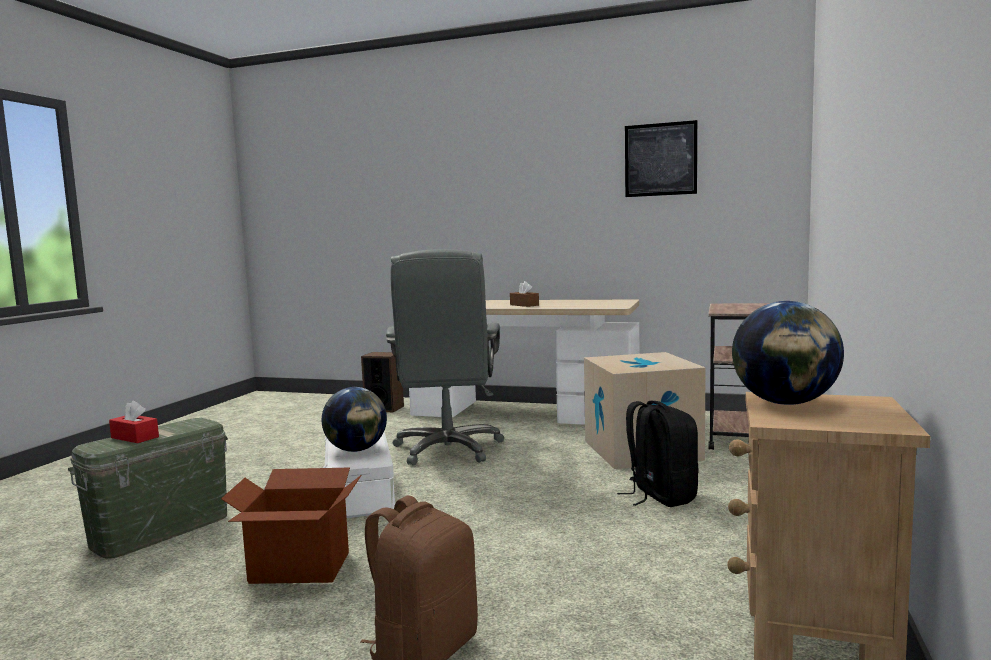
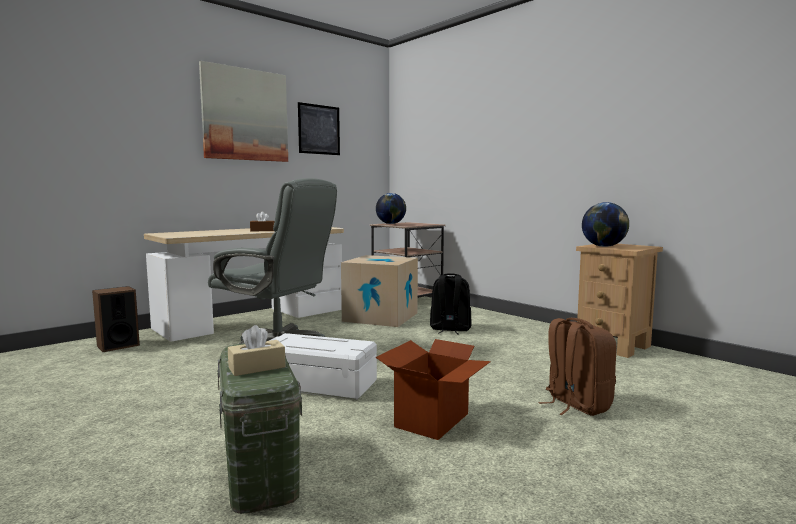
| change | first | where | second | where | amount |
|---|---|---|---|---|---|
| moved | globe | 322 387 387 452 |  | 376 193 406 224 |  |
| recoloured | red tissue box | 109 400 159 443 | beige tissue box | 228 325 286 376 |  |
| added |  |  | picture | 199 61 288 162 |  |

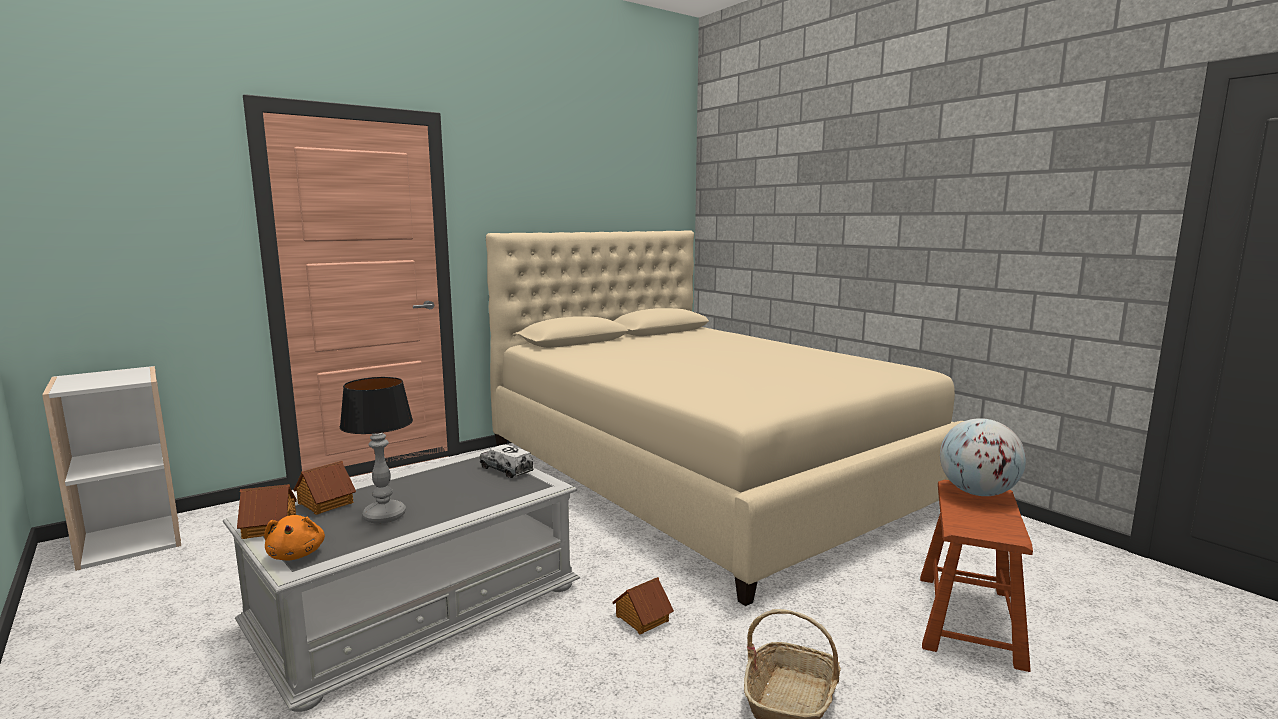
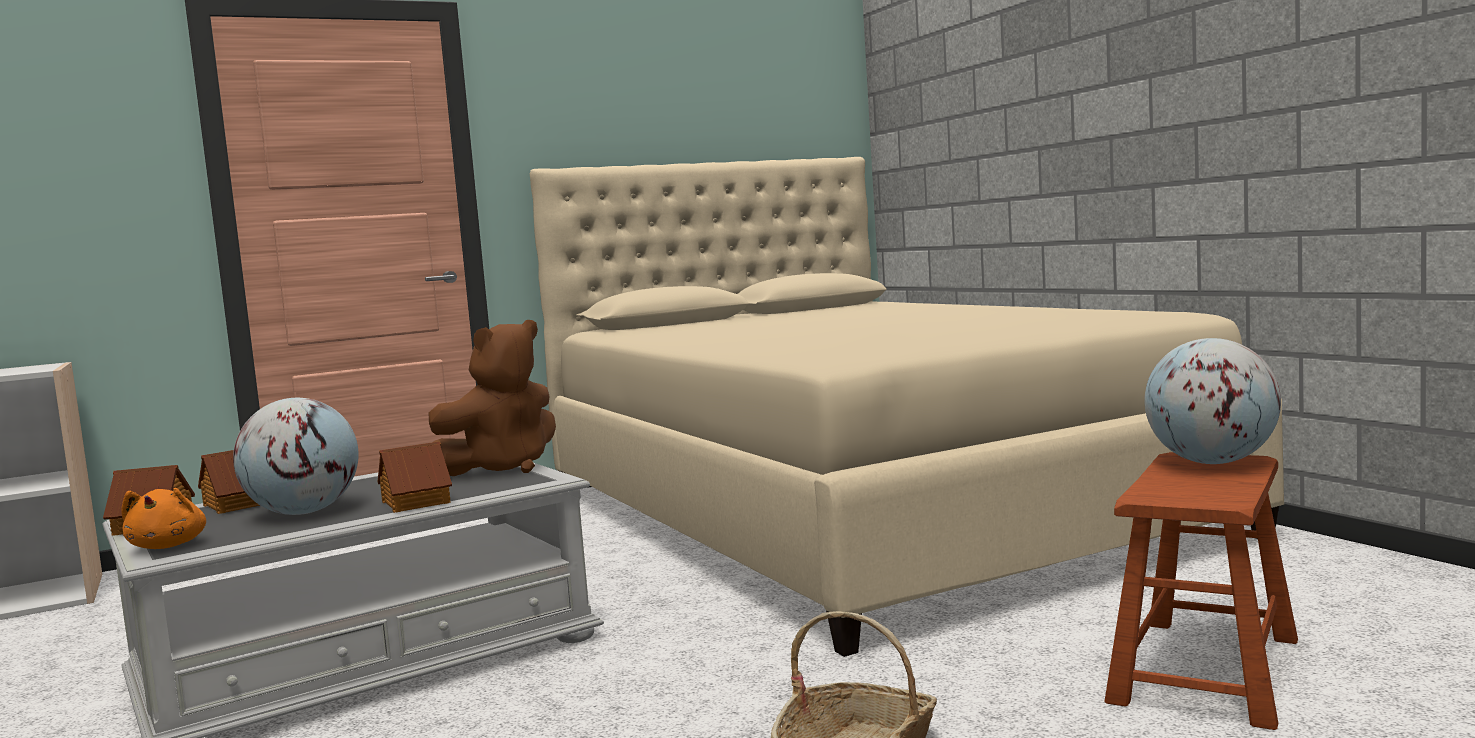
| change | first | where | second | where | amount |
|---|---|---|---|---|---|
| replaced | table lamp | 340 377 413 524 | globe | 233 398 359 515 |  |
| replaced | toy truck | 480 444 534 478 | brown plush toy | 428 320 556 476 |  |
| moved | toy house | 612 577 674 634 |  | 378 441 452 513 |  |

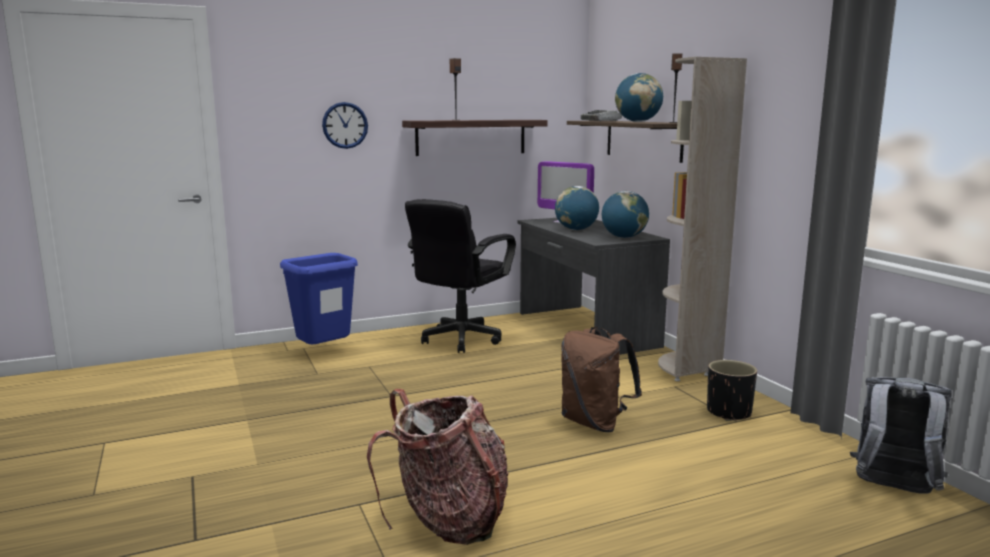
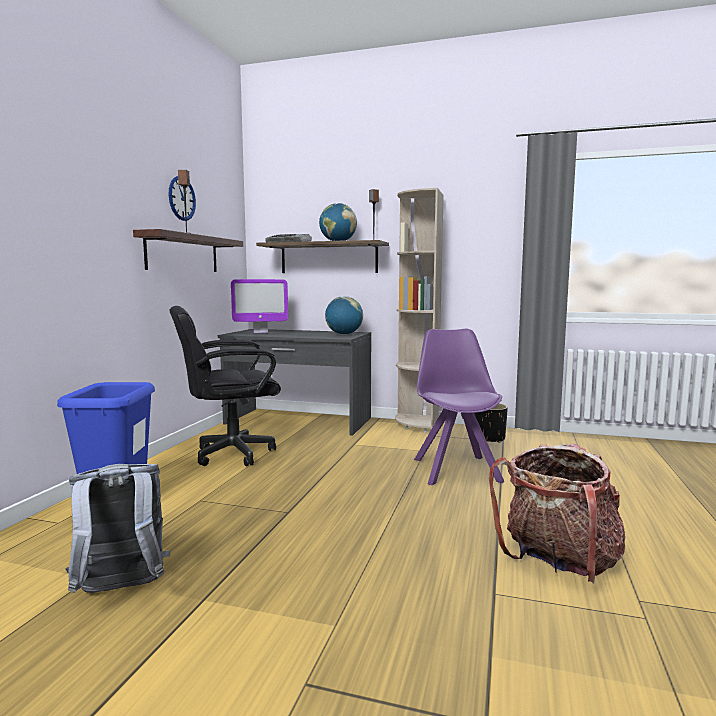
| change | first | where | second | where | amount |
|---|---|---|---|---|---|
| moved | wall clock | 322 102 368 149 |  | 168 176 196 221 |  |
| removed | globe | 555 186 599 230 |  |  |  |
| turned | black office chair | 405 199 516 353 |  | 169 306 281 466 | 90 degrees clockwise |
| replaced | brown backpack | 561 327 642 432 | purple chair | 414 328 504 485 |  |
| moved | grey backpack | 850 377 952 494 |  | 65 464 170 593 |  |

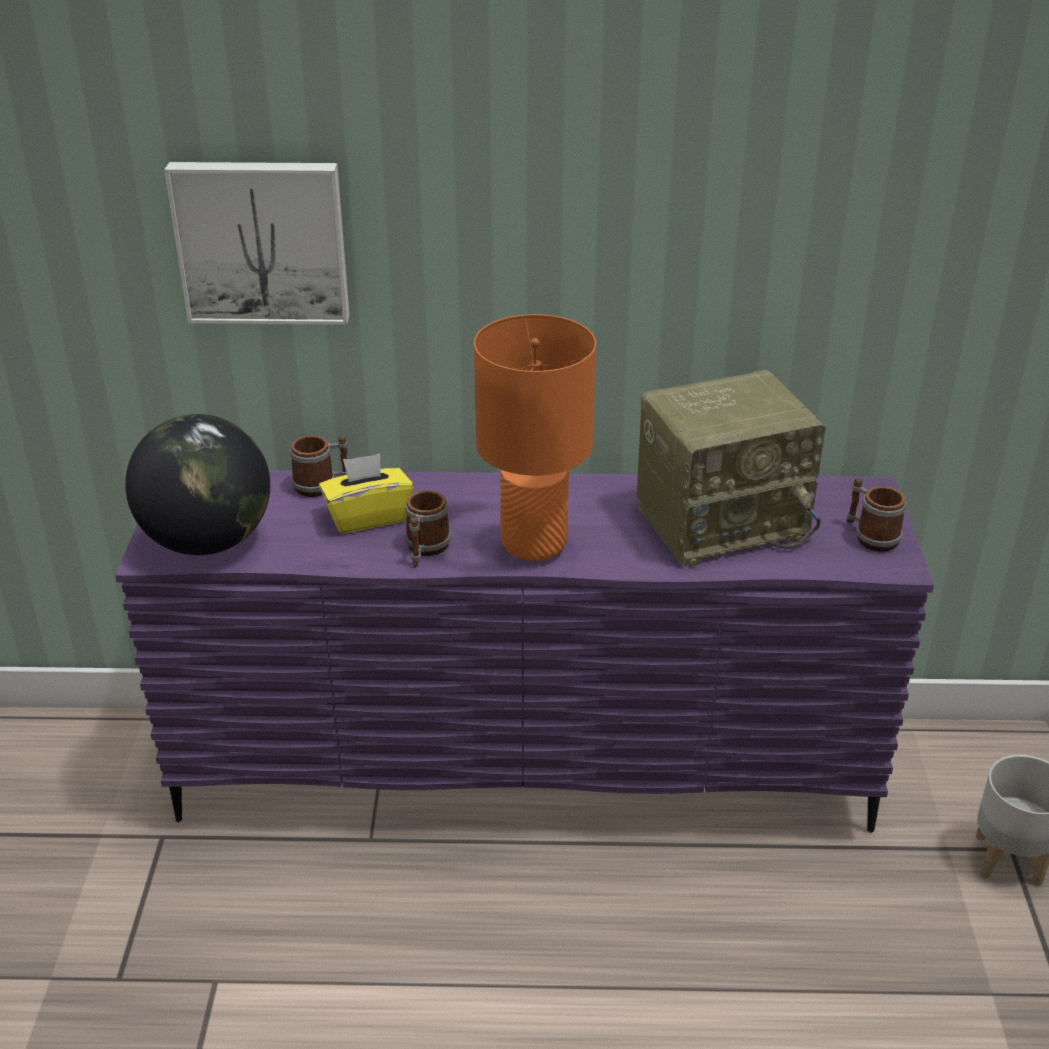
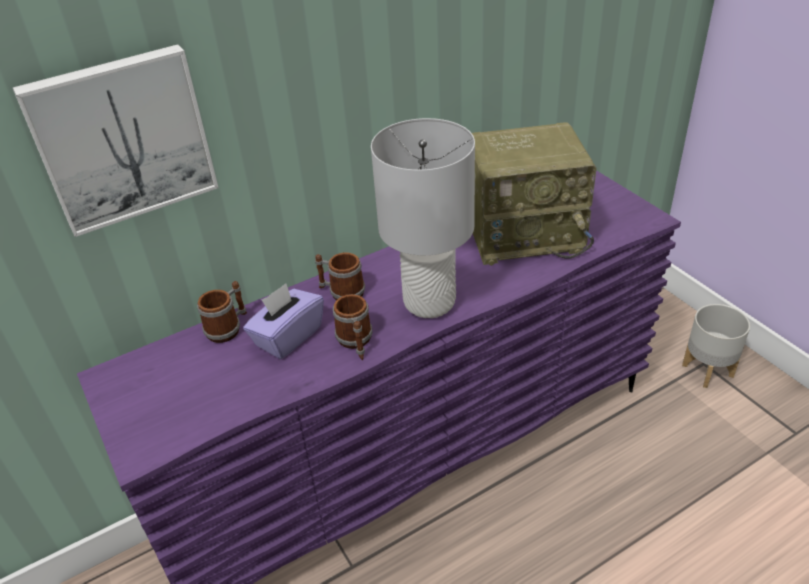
| change | first | where | second | where | amount |
|---|---|---|---|---|---|
| recoloured | orange table lamp | 474 314 596 561 | grey table lamp | 371 118 475 318 |  |
| turned | radio | 637 370 826 567 |  | 472 122 597 266 | 45 degrees clockwise |
| removed | globe | 125 414 270 555 |  |  |  |
| recoloured | yellow tissue box | 319 453 414 533 | purple tissue box | 243 283 324 359 |  |
| moved | mug | 846 478 907 552 |  | 315 252 365 300 |  |

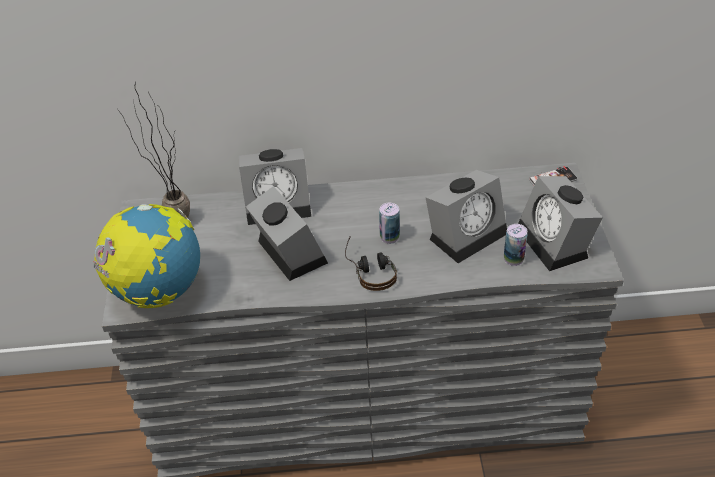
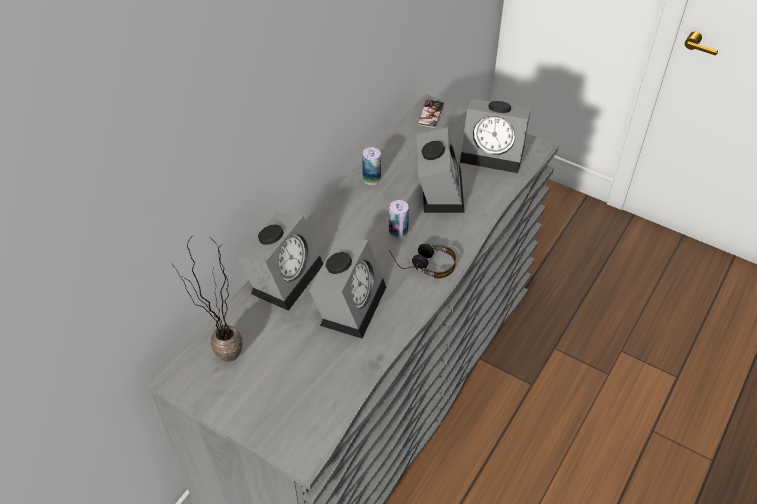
| change | first | where | second | where | amount |
|---|---|---|---|---|---|
| turned | alarm clock | 246 186 328 281 |  | 309 239 386 338 | 105 degrees clockwise |
| removed | globe | 93 204 200 308 |  |  |  |
| moved | can | 504 224 528 266 |  | 362 147 381 185 |  |

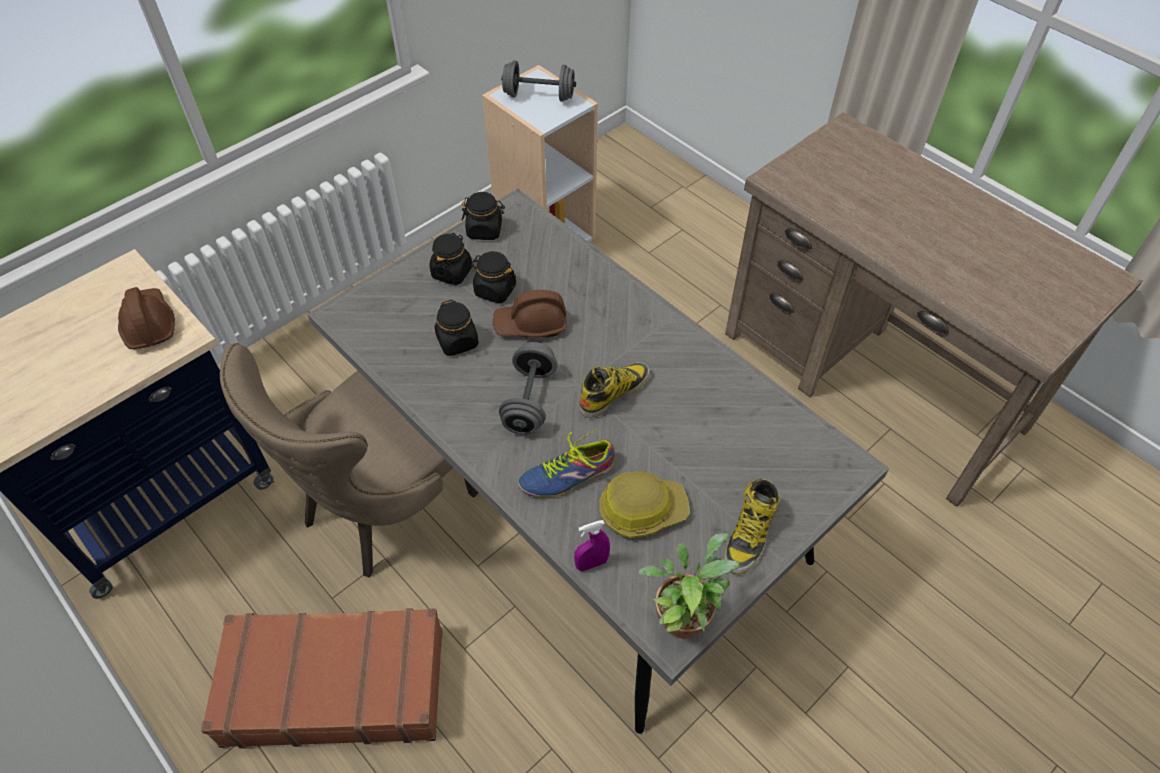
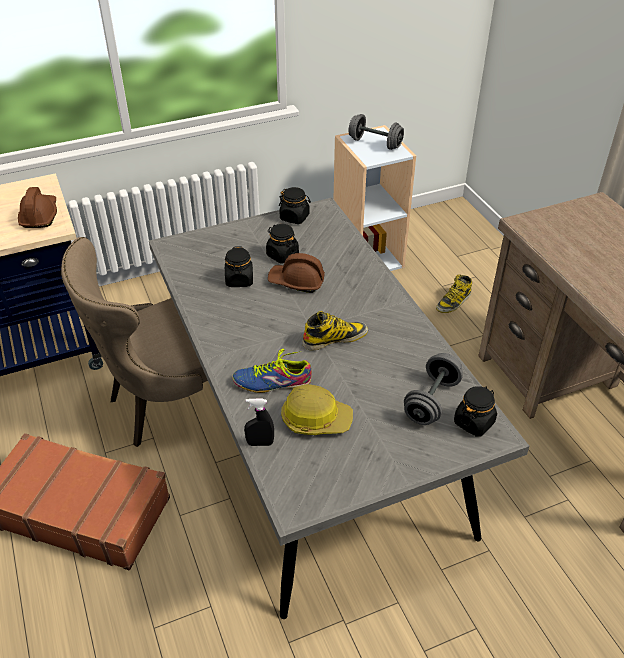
| change | first | where | second | where | amount |
|---|---|---|---|---|---|
| moved | black jar | 429 233 472 285 |  | 454 386 497 437 |  |
| moved | grey dumbbell | 499 342 557 435 |  | 404 353 463 425 |  |
| moved | boot | 723 479 780 574 |  | 436 274 472 313 |  |
| recoloured | purple spray bottle | 574 520 610 571 | black spray bottle | 244 399 274 446 |  |
| removed | potted plant | 638 533 739 638 |  |  |  |

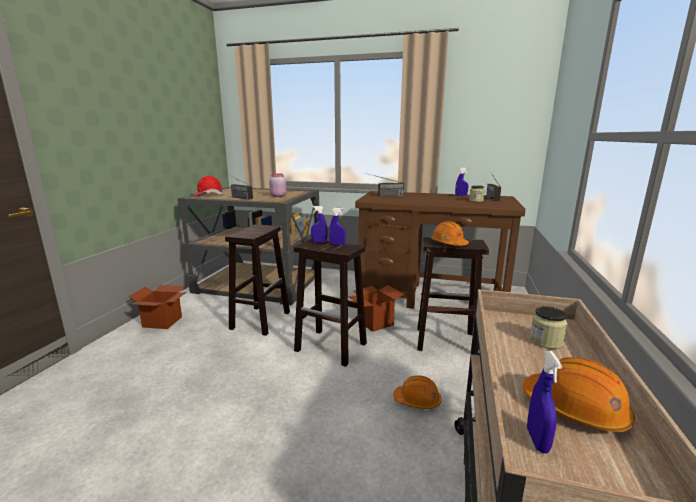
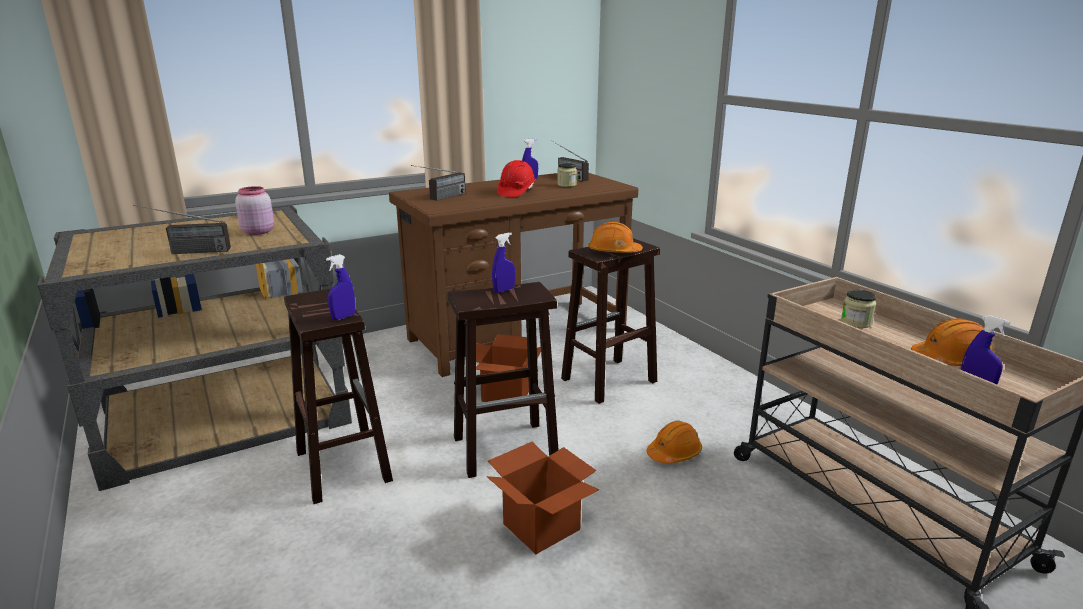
| change | first | where | second | where | amount |
|---|---|---|---|---|---|
| moved | red hard hat | 194 176 223 196 |  | 497 160 536 197 |  |
| moved | blue spray bottle | 311 206 327 242 |  | 326 254 355 320 |  |
| moved | cardboard box | 129 285 187 329 |  | 487 442 599 554 |  |

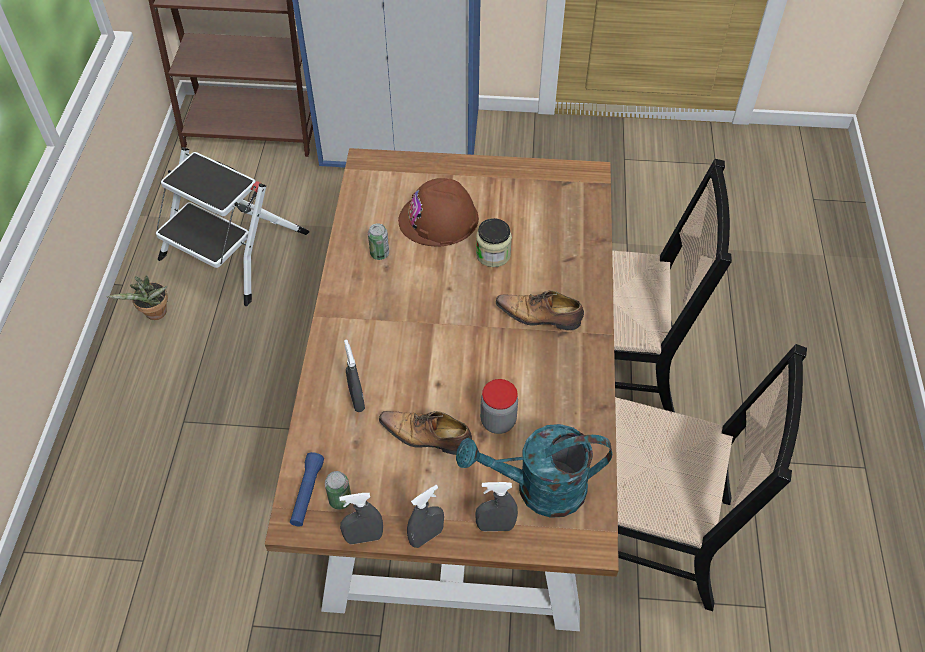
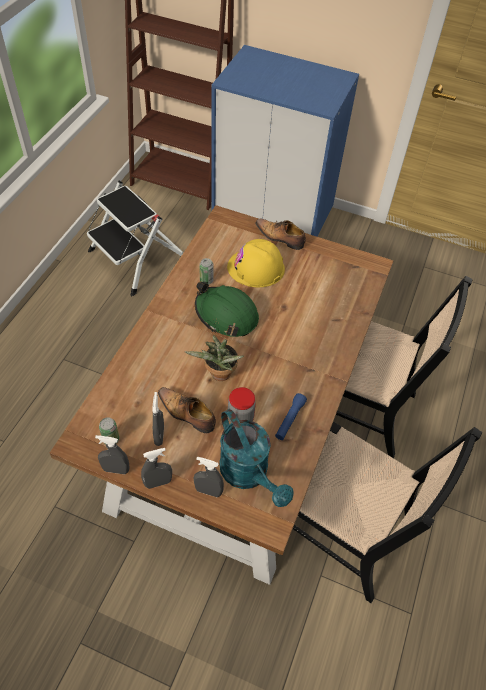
| change | first | where | second | where | amount |
|---|---|---|---|---|---|
| recoloured | brown hard hat | 398 178 479 247 | yellow hard hat | 227 239 285 287 |  |
| removed | jar | 476 218 512 267 |  |  |  |
| moved | potted plant | 106 276 168 320 |  | 185 335 244 381 |  |
| moved | shoe | 496 290 584 330 |  | 255 218 306 250 |  |
| moved | grey spray bottle | 344 340 365 412 |  | 152 392 164 446 |  |
| turned | turquoise watering can | 456 424 612 518 |  | 219 409 294 507 | 135 degrees counterclockwise |
| moved | blue flashlight | 290 452 324 526 |  | 275 393 307 440 |  |
| added |  |  | green hard hat | 195 281 259 337 |  |

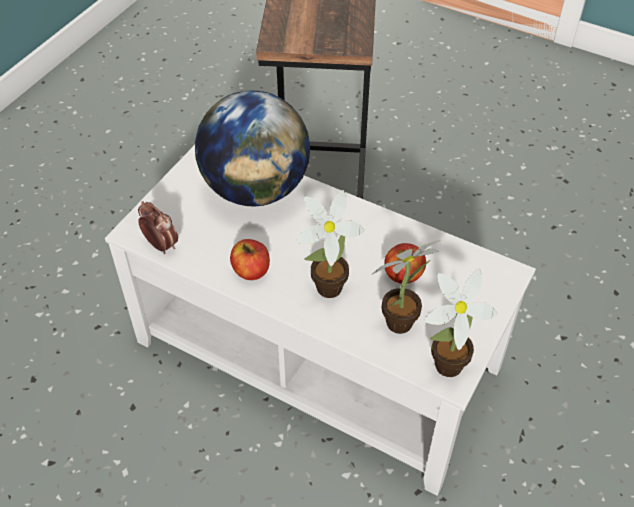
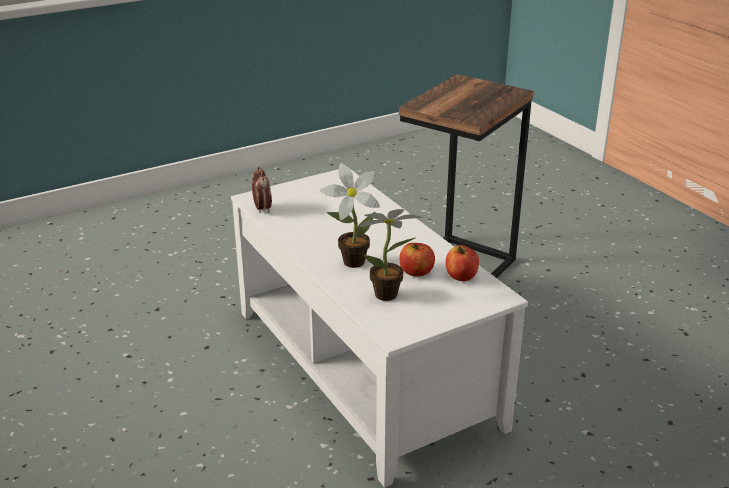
| change | first | where | second | where | amount |
|---|---|---|---|---|---|
| removed | globe | 195 90 310 207 |  |  |  |
| moved | apple | 230 239 270 280 |  | 446 245 479 281 |  |
| removed | potted plant | 424 268 498 377 |  |  |  |

